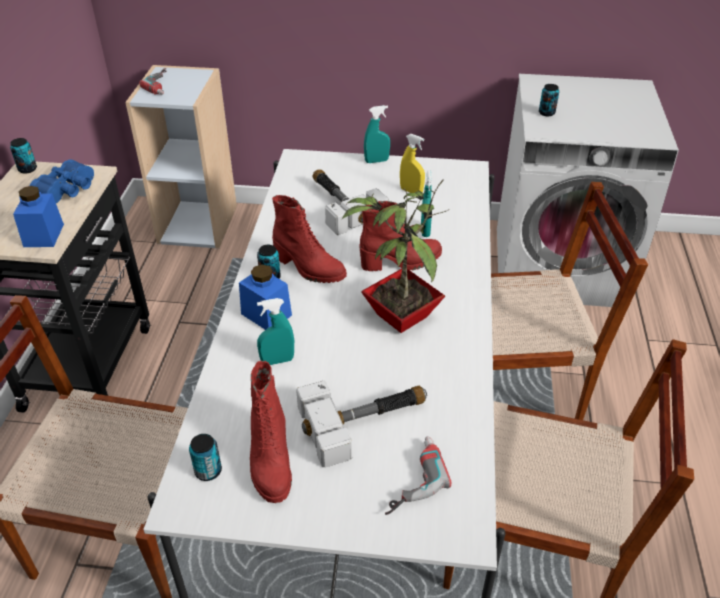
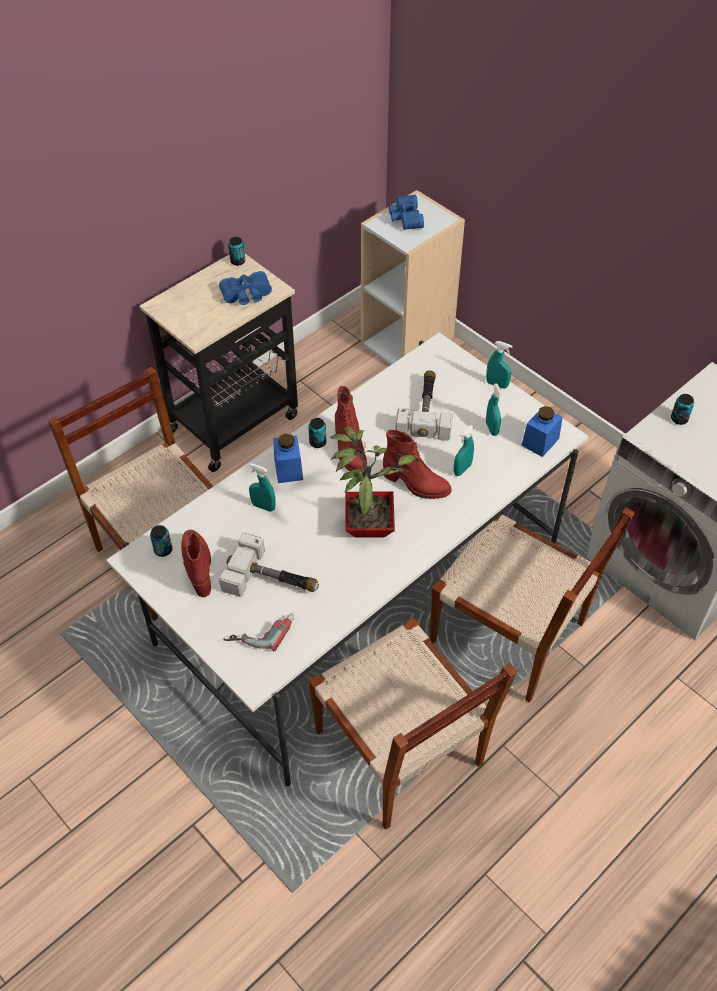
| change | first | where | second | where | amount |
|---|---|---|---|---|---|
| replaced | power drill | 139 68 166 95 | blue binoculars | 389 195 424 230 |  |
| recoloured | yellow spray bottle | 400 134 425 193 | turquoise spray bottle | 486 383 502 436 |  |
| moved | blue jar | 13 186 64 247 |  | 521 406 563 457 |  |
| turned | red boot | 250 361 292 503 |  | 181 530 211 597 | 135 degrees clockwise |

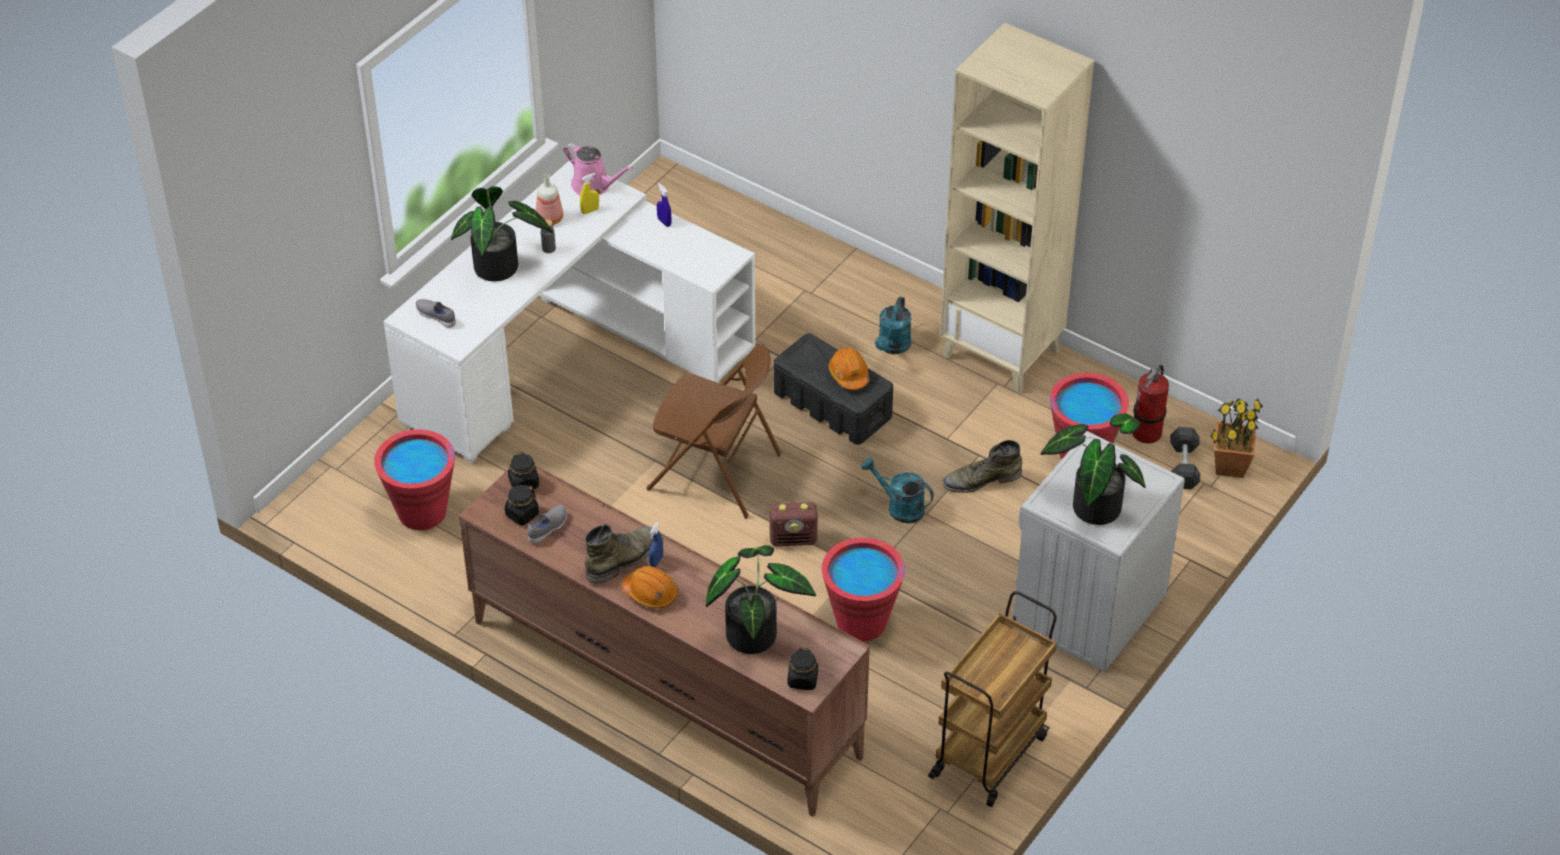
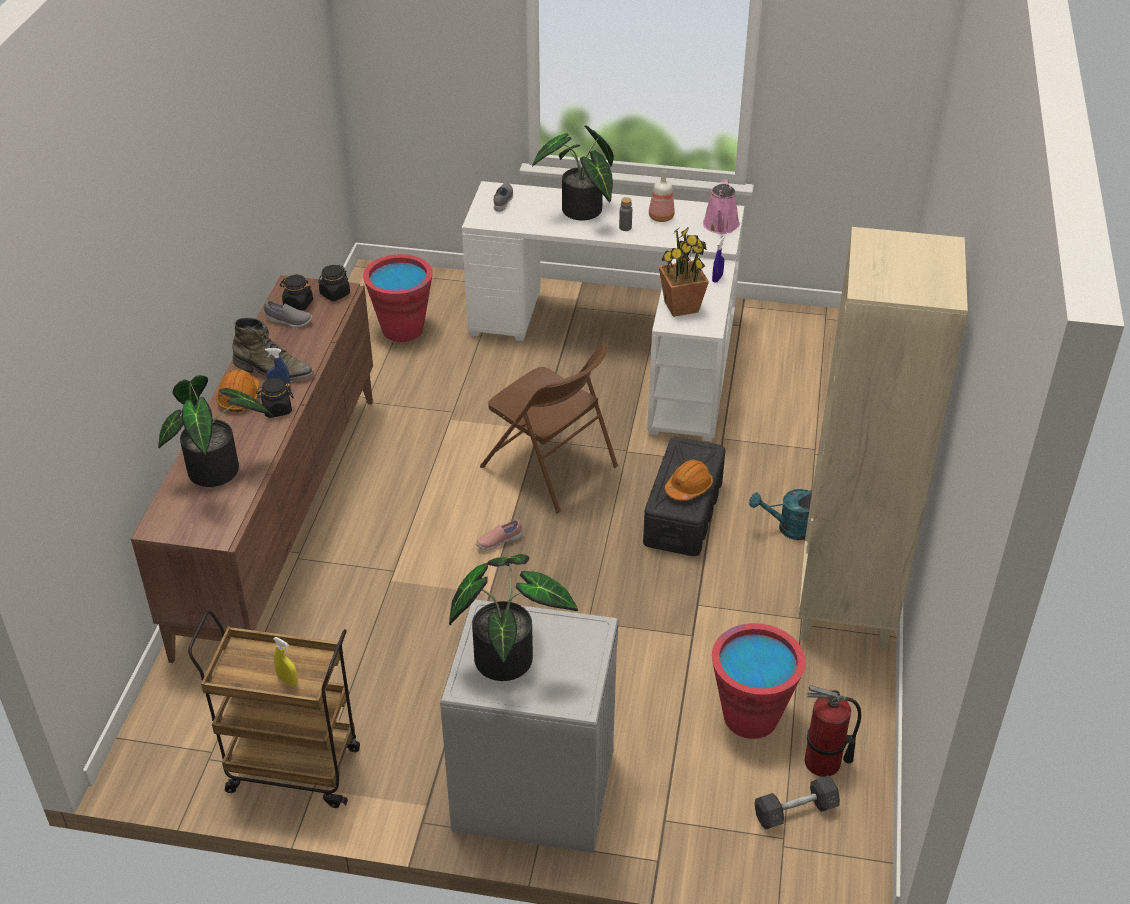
| change | first | where | second | where | amount |
|---|---|---|---|---|---|
| moved | yellow spray bottle | 580 173 599 214 |  | 274 637 298 686 |  |
| turned | brown chair | 647 344 782 519 |  | 480 344 618 514 | 45 degrees counterclockwise |
| moved | potted plant | 1210 398 1263 478 |  | 659 226 709 317 |  |
| removed | green boot | 942 440 1022 493 |  |  |  |
| removed | turquoise watering can | 861 457 934 523 |  |  |  |
| replaced | radio | 770 502 818 546 | pink shoe | 476 519 522 550 |  |
| removed | red bucket | 822 538 905 642 |  |  |  |
| moved | black jar | 788 647 818 690 |  | 256 378 294 418 |  |

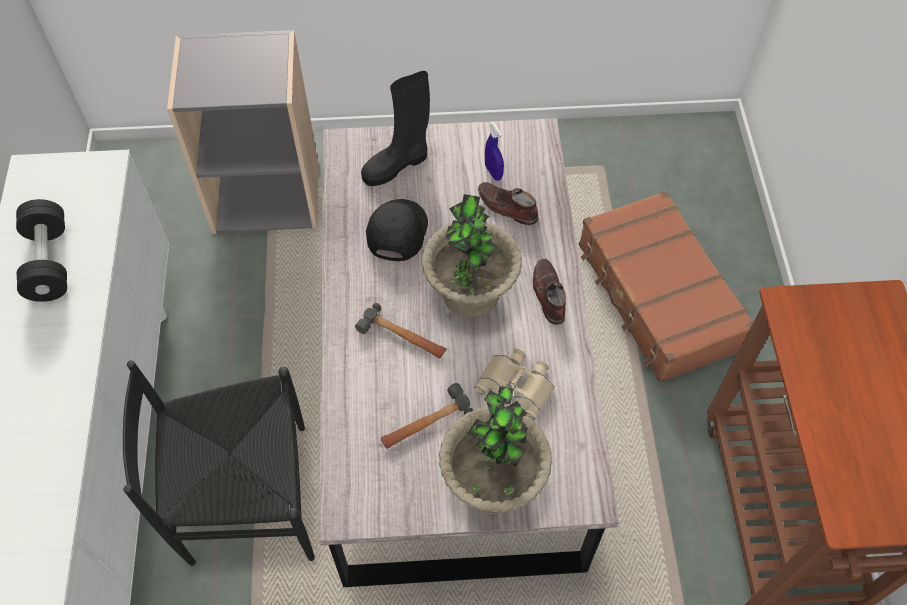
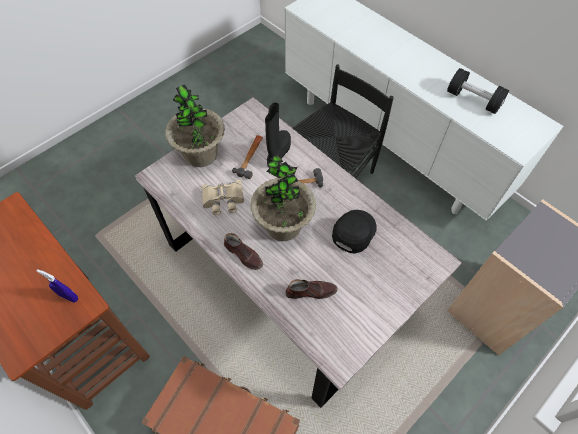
| change | first | where | second | where | amount |
|---|---|---|---|---|---|
| moved | black boot | 361 71 430 186 |  | 265 103 291 168 |  |
| moved | blue spray bottle | 485 123 504 181 |  | 37 269 78 303 |  |
| turned | black cap | 366 199 428 261 |  | 332 210 377 253 | 120 degrees counterclockwise |

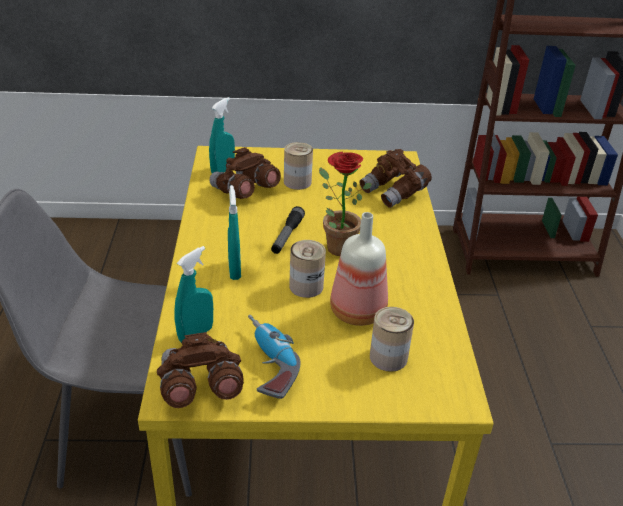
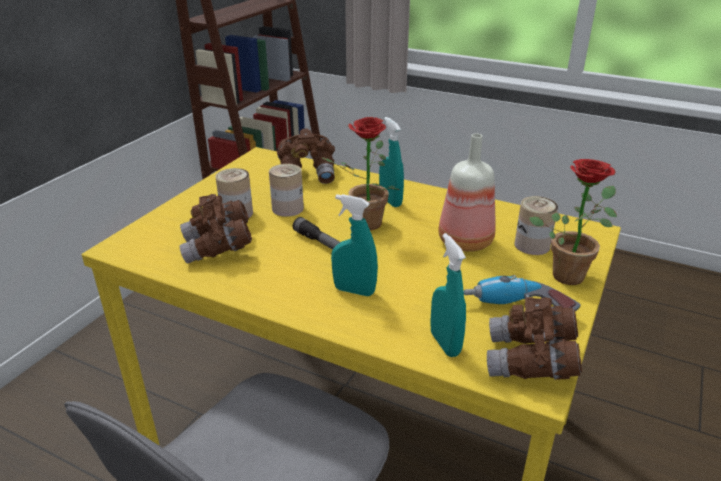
| change | first | where | second | where | amount |
|---|---|---|---|---|---|
| moved | turquoise spray bottle | 209 97 235 173 |  | 379 117 404 207 |  |
| moved | can | 289 240 326 298 |  | 269 164 304 217 |  |
| added |  |  | potted plant | 529 159 617 285 |  |

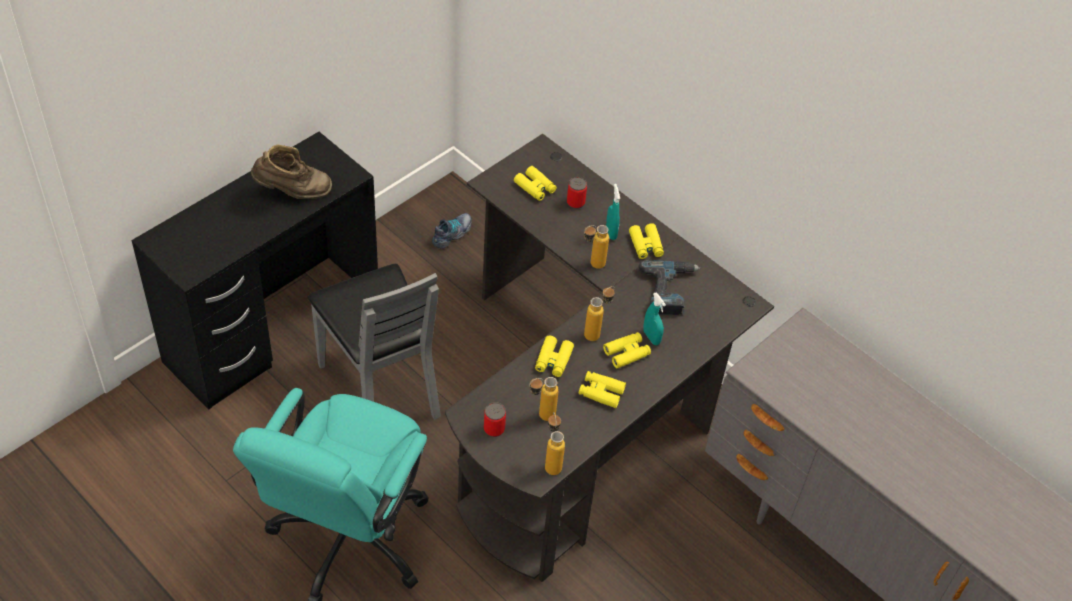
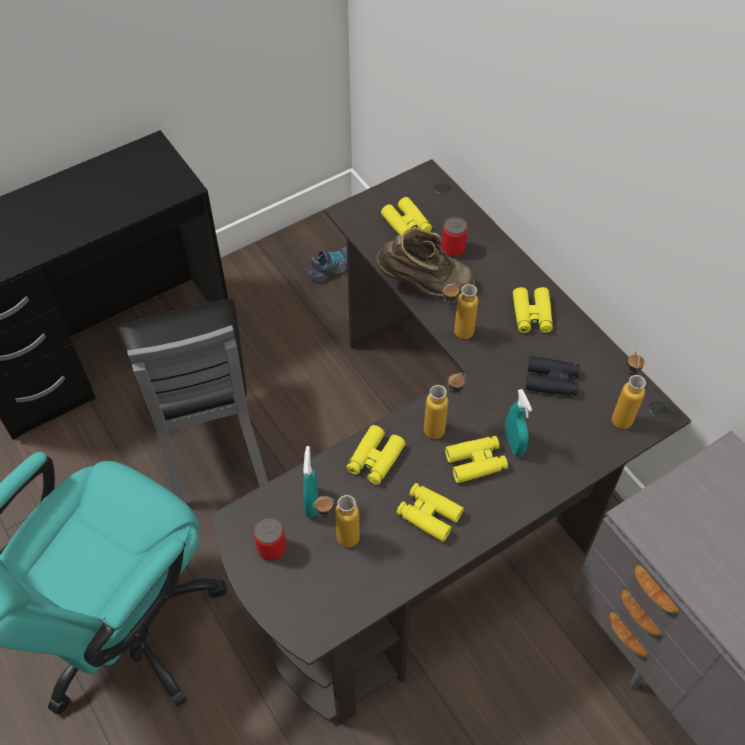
| change | first | where | second | where | amount |
|---|---|---|---|---|---|
| moved | brown boot | 251 144 332 199 |  | 376 227 475 298 |  |
| moved | turquoise spray bottle | 606 184 620 240 |  | 303 446 318 518 |  |
| replaced | power drill | 639 260 700 315 | black binoculars | 526 356 580 396 |  |
| moved | bottle | 545 413 565 475 |  | 612 351 646 429 |  |

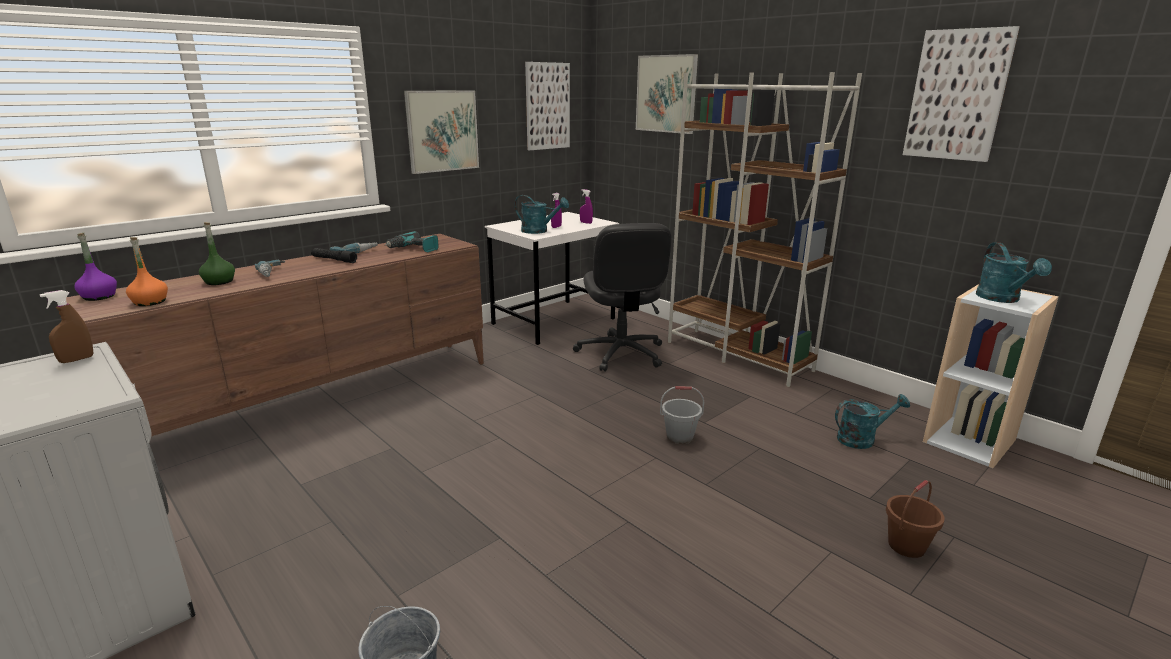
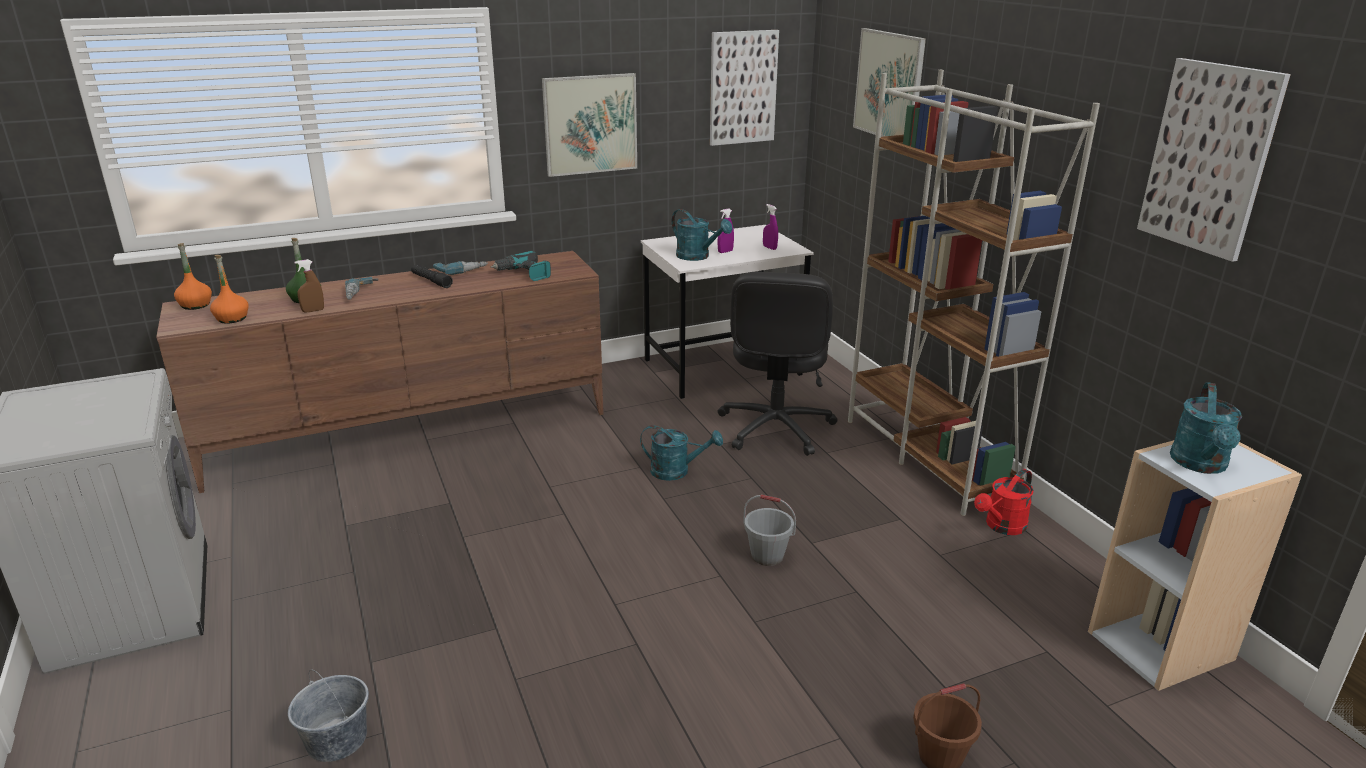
| change | first | where | second | where | amount |
|---|---|---|---|---|---|
| recoloured | purple bottle | 74 233 117 301 | orange bottle | 174 243 212 310 |  |
| moved | brown spray bottle | 40 290 93 363 |  | 294 259 324 313 |  |
| moved | turquoise watering can | 835 394 910 449 |  | 640 425 723 481 |  |
| added |  |  | red watering can | 974 469 1034 535 |  |

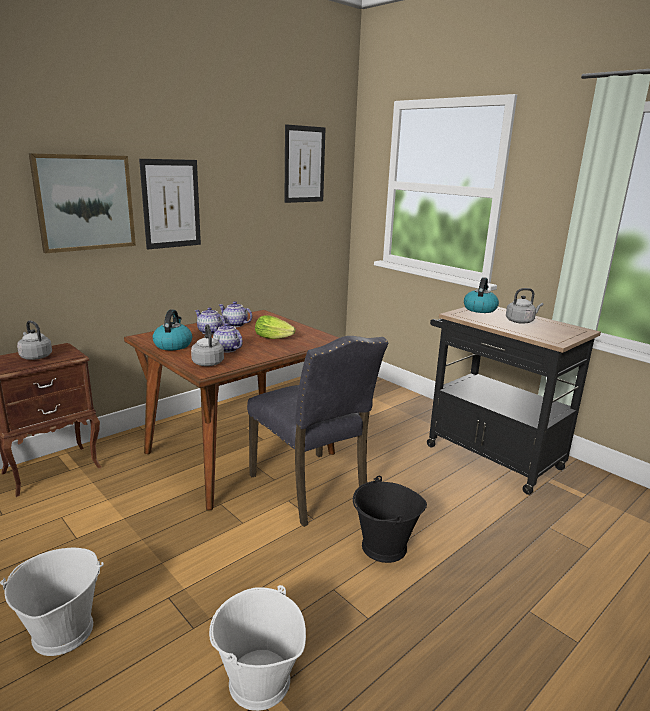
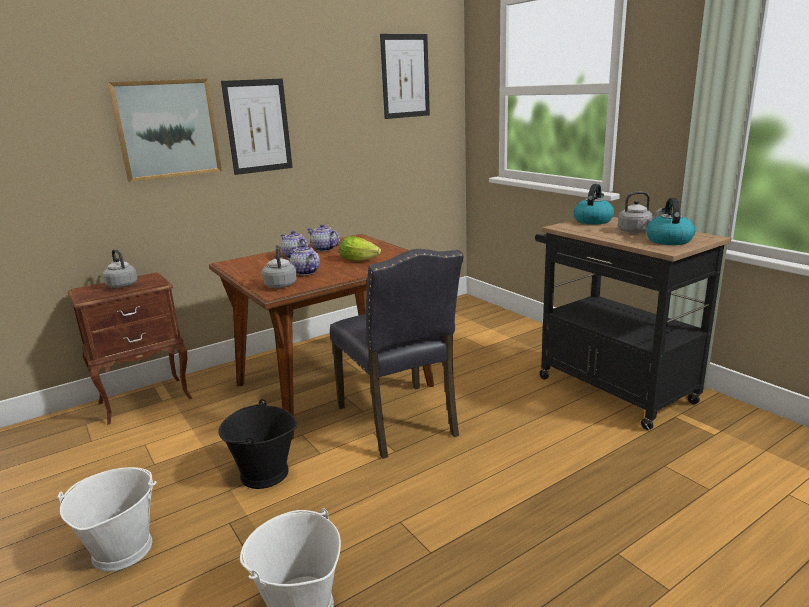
| change | first | where | second | where | amount |
|---|---|---|---|---|---|
| moved | kettle | 152 310 192 350 |  | 646 198 695 245 |  |
| moved | black bucket | 353 476 427 563 |  | 218 399 297 489 |  |

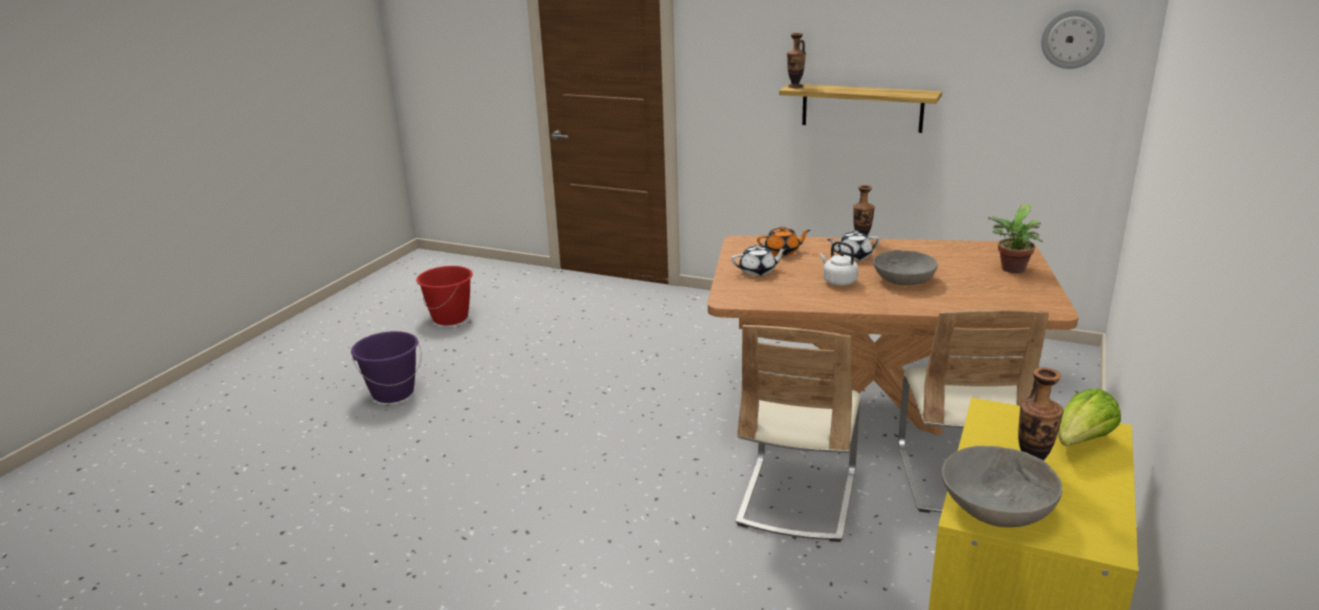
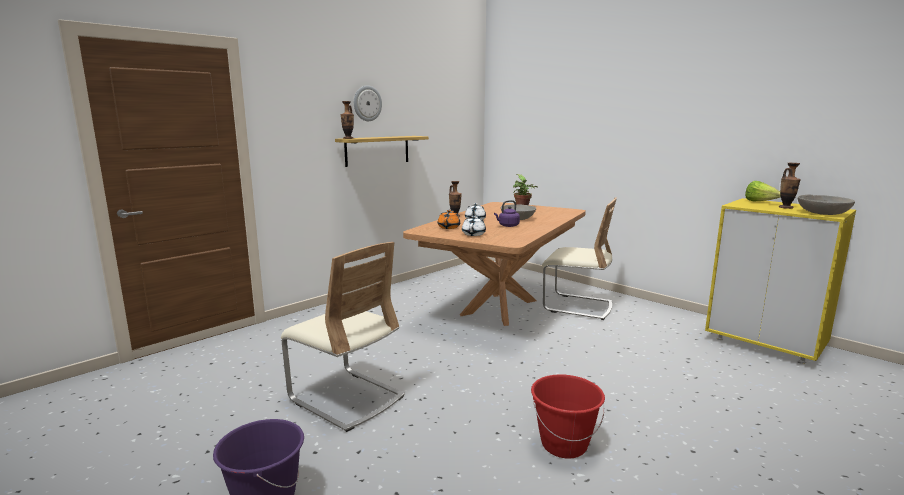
| change | first | where | second | where | amount |
|---|---|---|---|---|---|
| moved | wall clock | 1041 9 1105 69 |  | 354 85 382 121 |  |
| recoloured | white kettle | 820 241 858 286 | purple kettle | 494 200 520 227 |  |
| moved | red bucket | 416 266 473 325 |  | 531 374 605 459 |  |
| moved | beige chair | 736 325 861 542 |  | 281 242 405 432 |  |

